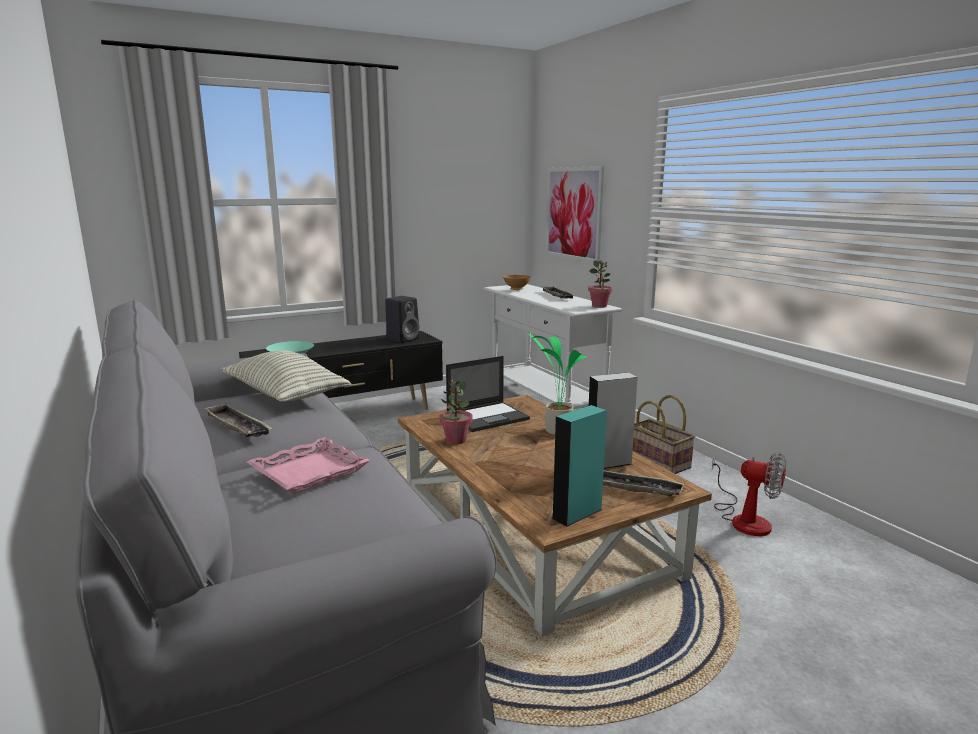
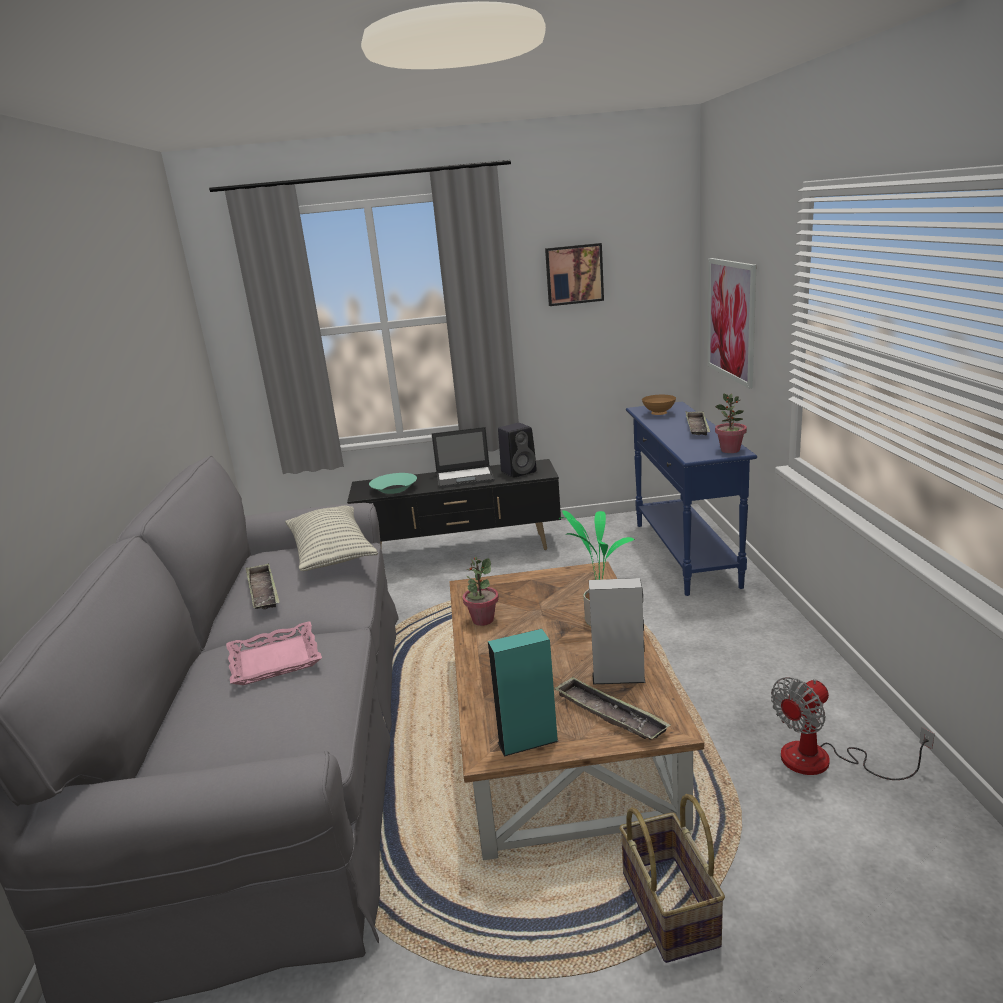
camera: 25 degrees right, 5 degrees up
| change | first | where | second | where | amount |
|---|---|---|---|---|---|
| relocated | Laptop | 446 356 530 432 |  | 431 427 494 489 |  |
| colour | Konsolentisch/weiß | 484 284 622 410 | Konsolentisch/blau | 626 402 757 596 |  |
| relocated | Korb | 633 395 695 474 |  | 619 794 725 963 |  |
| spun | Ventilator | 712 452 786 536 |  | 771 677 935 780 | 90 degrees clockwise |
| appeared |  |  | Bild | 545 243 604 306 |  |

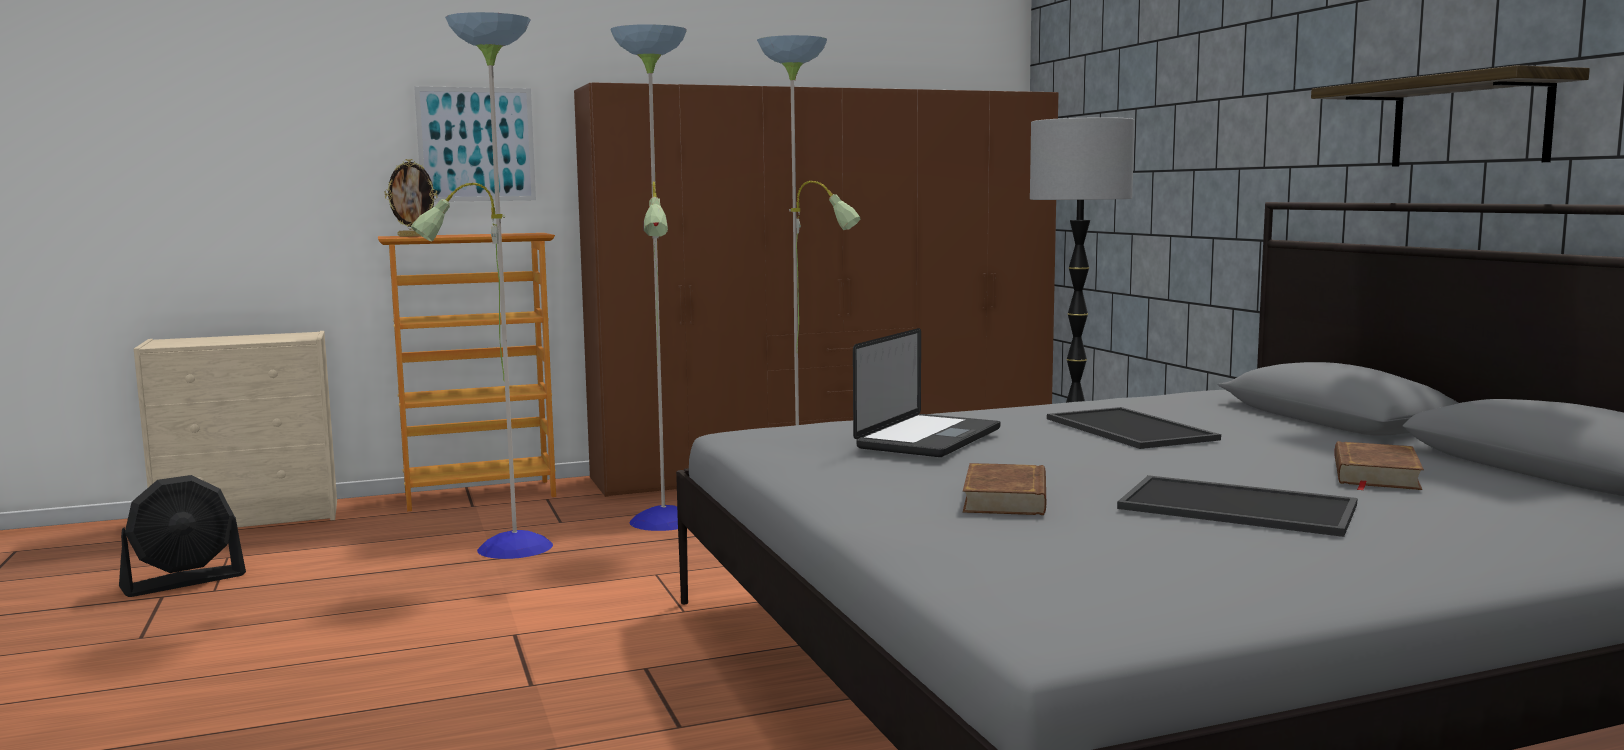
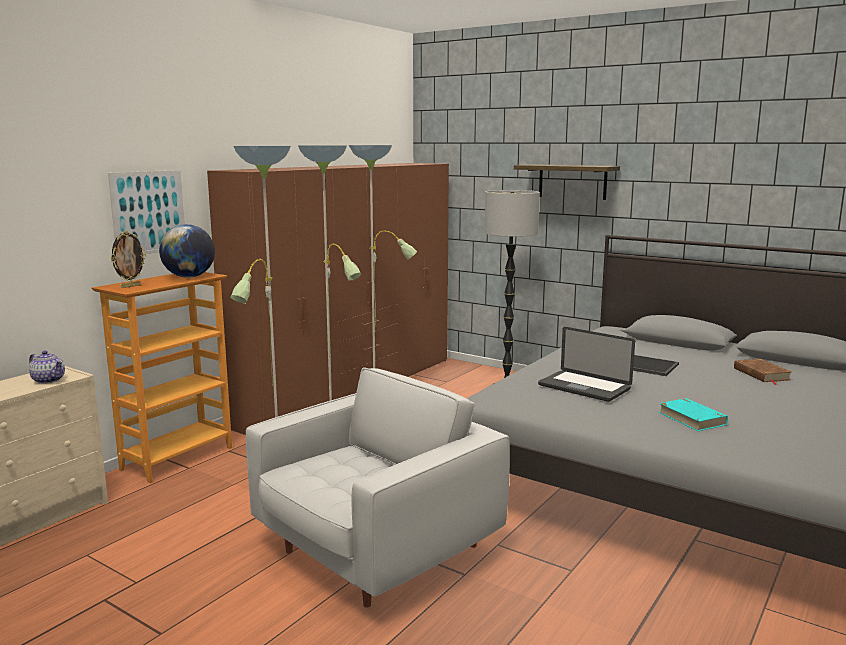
camera: 35 degrees left, 5 degrees up
| change | first | where | second | where | amount |
|---|---|---|---|---|---|
| missing | Ventilator/schwarz | 119 475 246 597 |  |  |  |
| spun | Laptop | 853 328 1000 457 |  | 538 327 635 402 | 135 degrees clockwise |
| colour | Buch/braun | 963 463 1046 515 | Buch/türkis | 658 398 728 431 |  |
| missing | Tablett | 1117 475 1357 537 |  |  |  |
| relocated | Wandregal | 1311 65 1590 167 |  | 514 164 620 200 |  |
| appeared |  |  | Teekanne | 29 351 65 384 |  |
| appeared |  |  | Globus | 159 224 215 278 |  |
| appeared |  |  | Sessel/weiß | 246 368 510 608 |  |

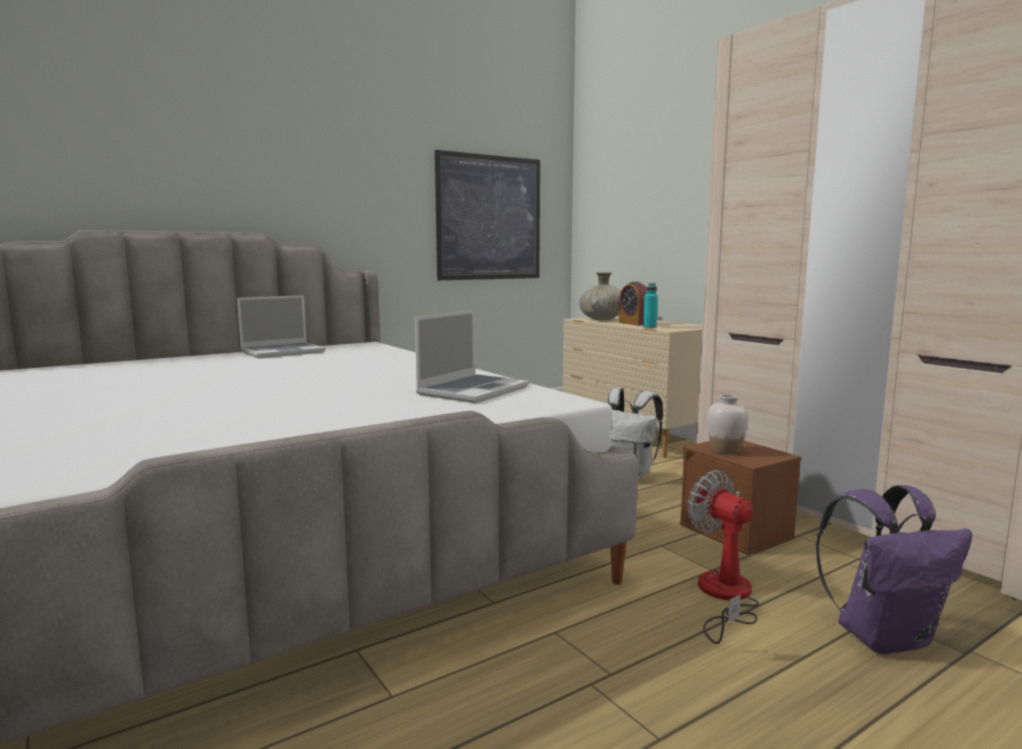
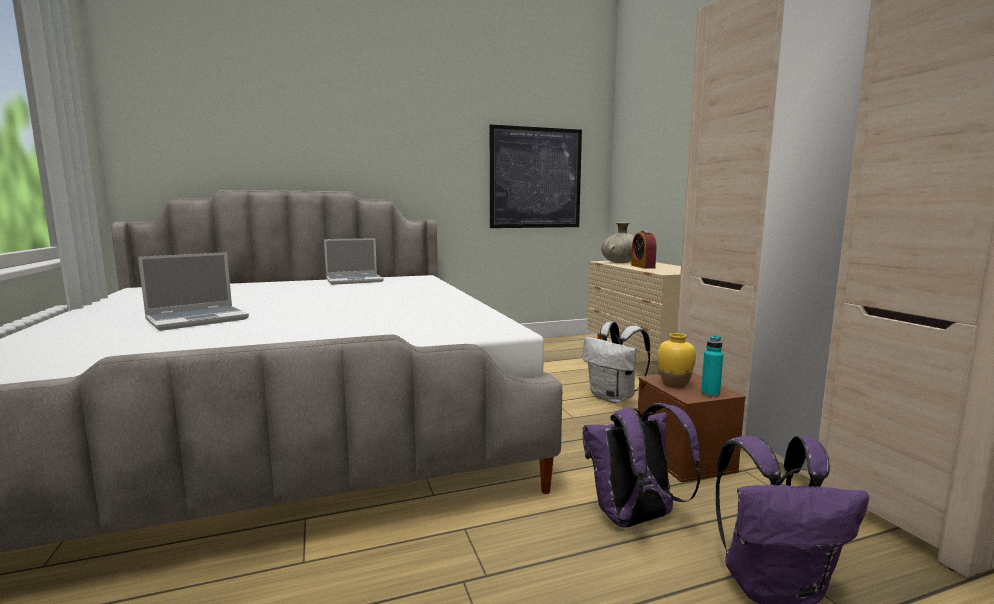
camera: 15 degrees right, 0 degrees up
| change | first | where | second | where | amount |
|---|---|---|---|---|---|
| relocated | Laptop | 415 310 529 403 |  | 138 252 249 331 |  |
| relocated | Flasche/türkis | 643 283 658 328 |  | 701 335 723 397 |  |
| exchanged | Ventilator | 688 470 759 644 | Rucksack/lila | 583 403 701 528 |  |
| colour | Vase/weiß | 707 394 748 454 | Vase/gelb | 658 333 696 388 |  |

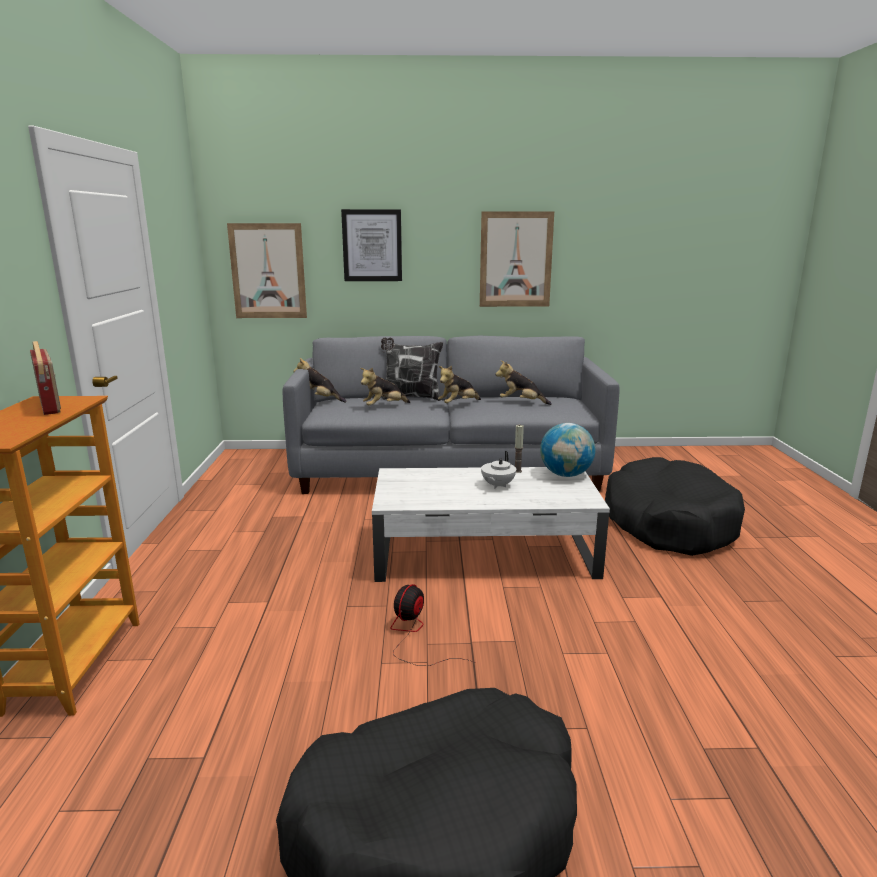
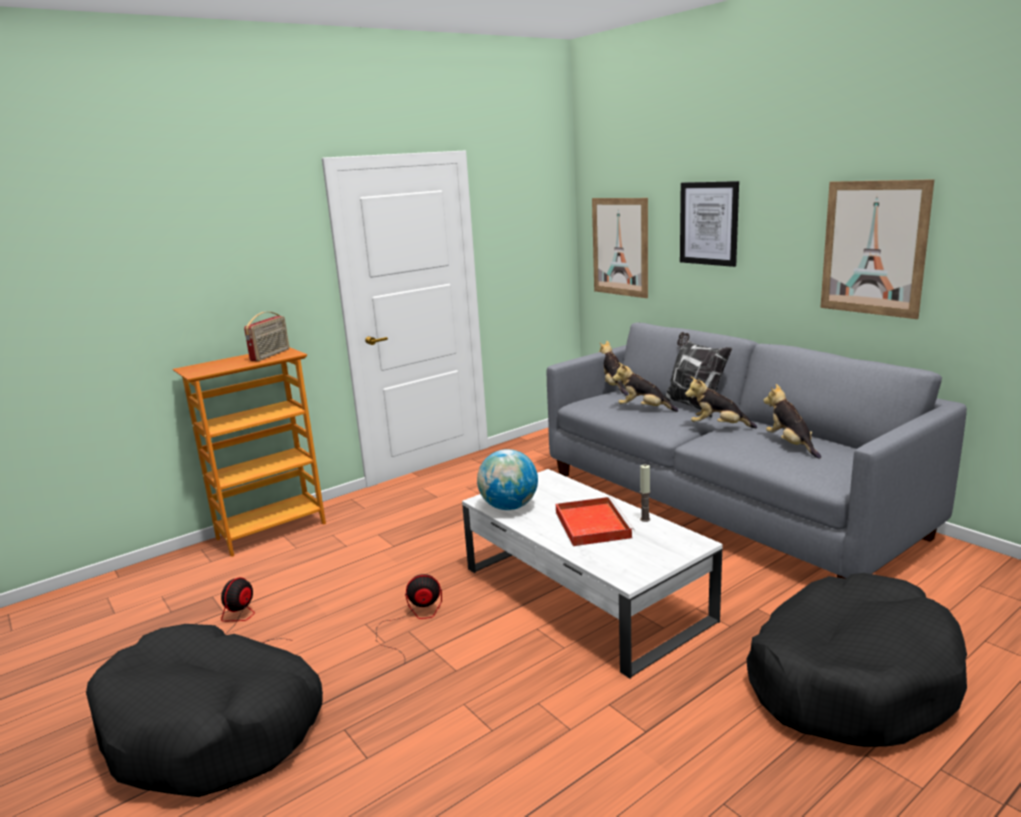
camera: 55 degrees right, 0 degrees up
| change | first | where | second | where | amount |
|---|---|---|---|---|---|
| exchanged | Teekanne/weiß | 481 451 516 489 | Tablett/rot | 556 497 635 546 |  |
| relocated | Globus | 540 423 595 477 |  | 477 449 538 510 |  |
| appeared |  |  | Ventilator | 221 577 293 643 |  |

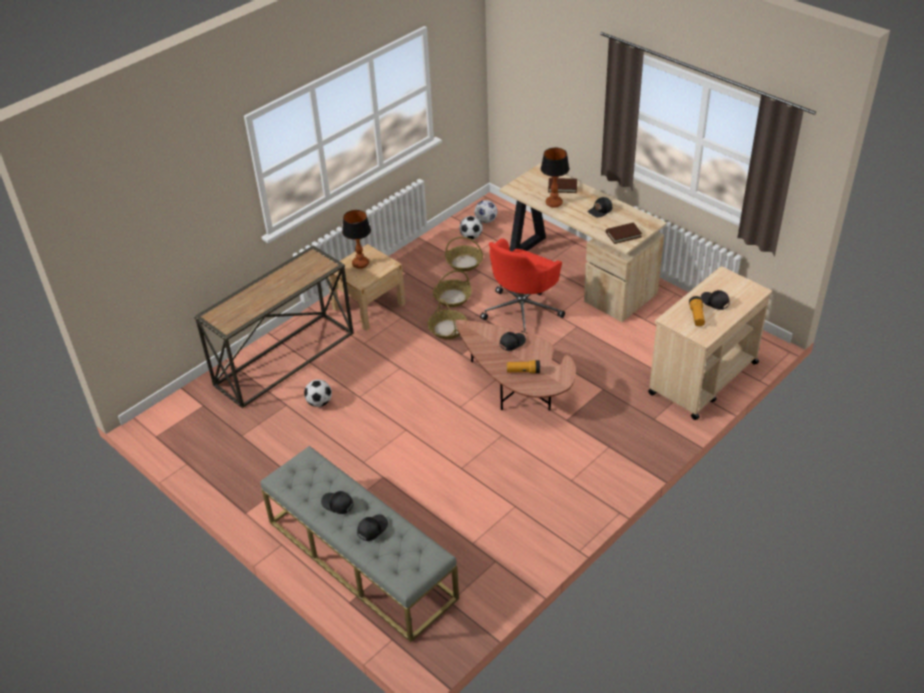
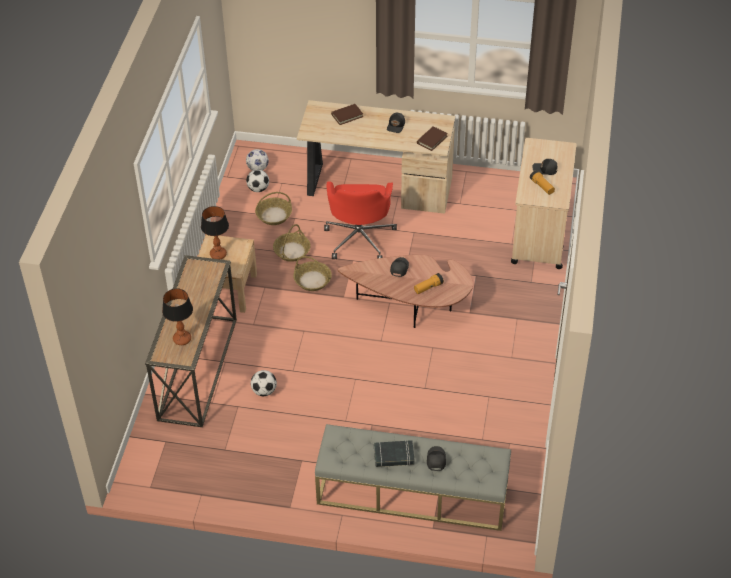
camera: 35 degrees left, 5 degrees up
| change | first | where | second | where | amount |
|---|---|---|---|---|---|
| exchanged | Kappe/schwarz | 321 491 353 514 | Buch/schwarz | 374 440 415 467 |  |
| relocated | Tischlampe | 541 148 569 208 |  | 162 288 193 345 |  |

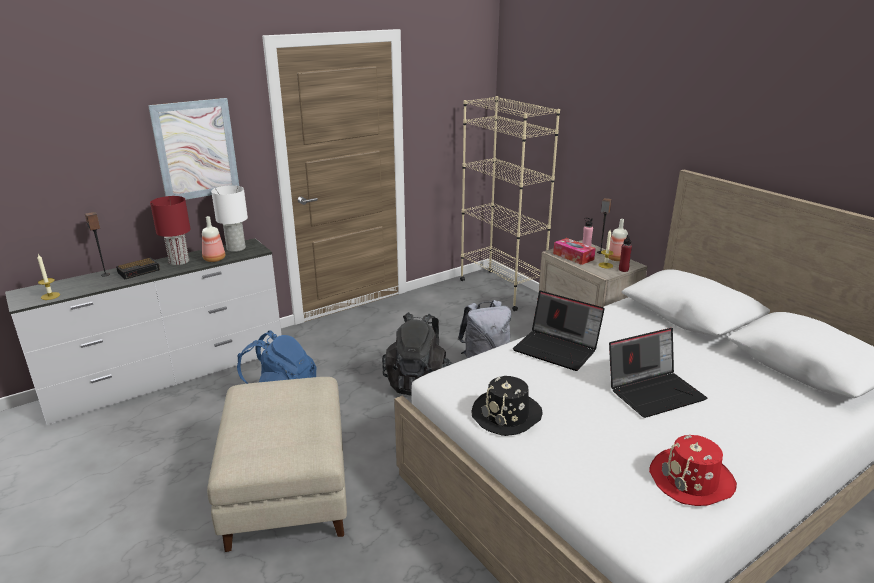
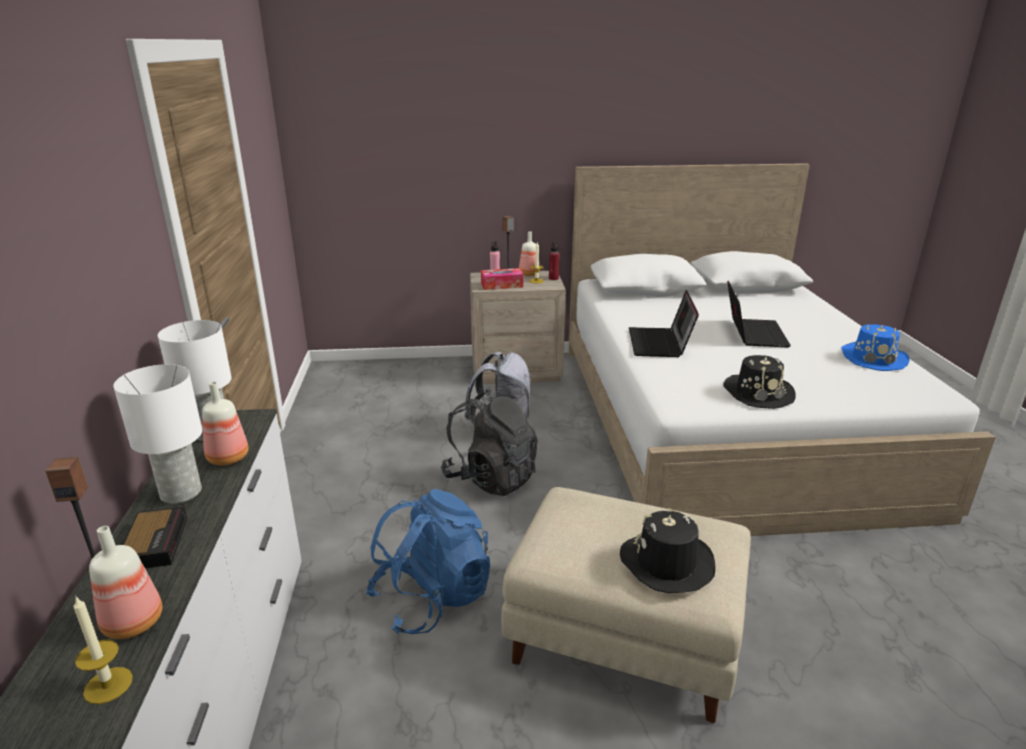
camera: 60 degrees left, 0 degrees up
| change | first | where | second | where | amount |
|---|---|---|---|---|---|
| missing | Bild | 148 98 239 200 |  |  |  |
| colour | Tischlampe/rot | 150 196 191 266 | Tischlampe/weiß | 113 364 202 504 |  |
| missing | Bücherregal/beige | 460 96 560 311 |  |  |  |
| spun | Laptop | 513 291 605 371 |  | 629 290 699 357 | 120 degrees clockwise |
| colour | Hut/rot | 649 435 737 506 | Hut/blau | 841 324 909 371 |  |
| appeared |  |  | Flasche | 89 526 162 639 |  |
| appeared |  |  | Hut/schwarz | 620 508 715 593 |  |

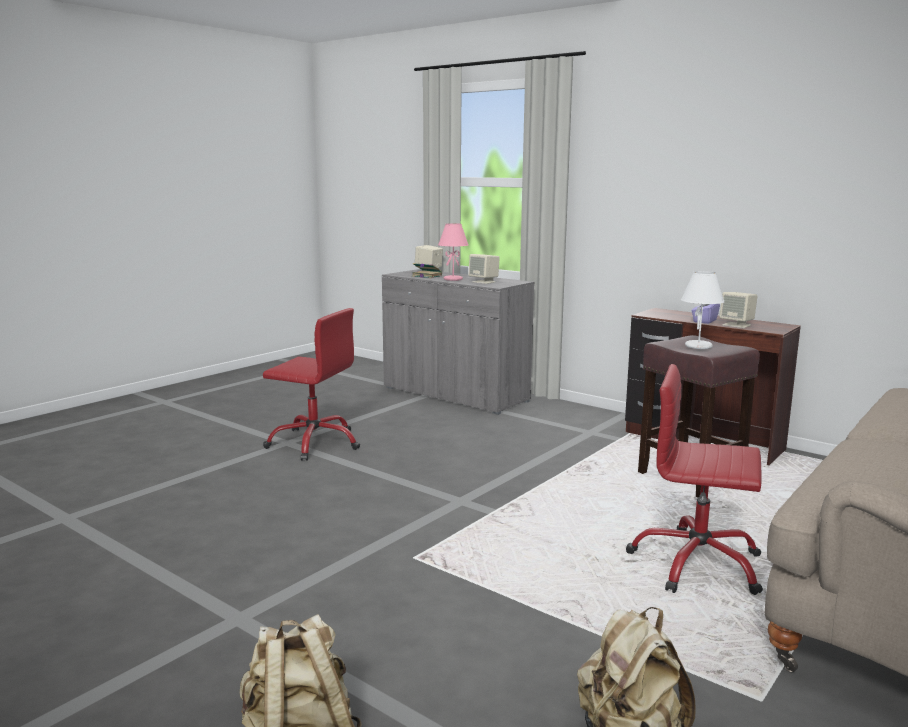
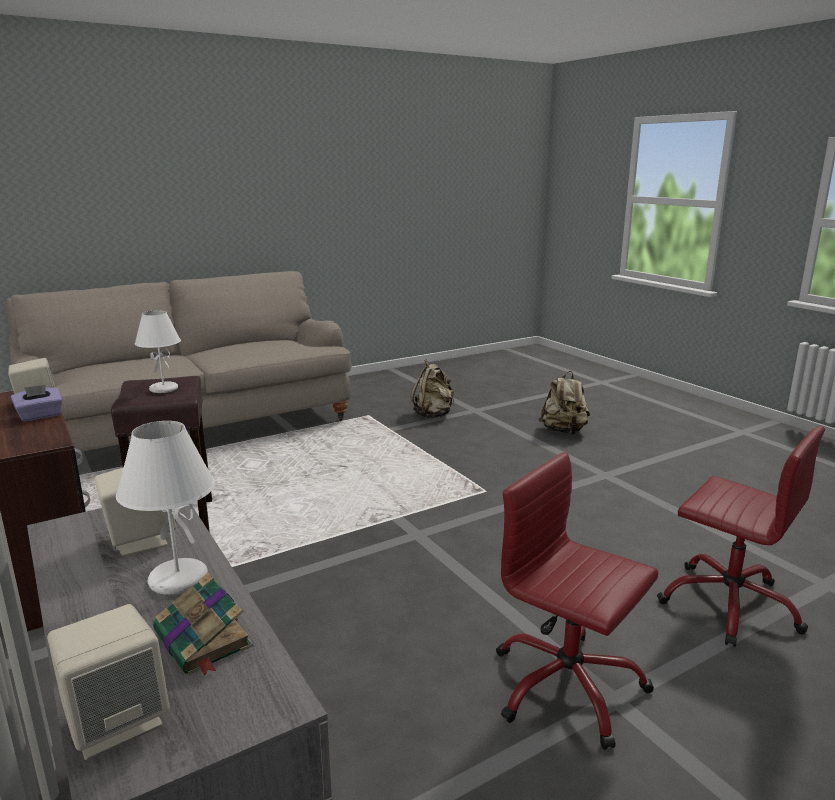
camera: 160 degrees left, 5 degrees up
| change | first | where | second | where | amount |
|---|---|---|---|---|---|
| colour | Tischlampe/rosa | 438 223 469 281 | Tischlampe/weiß | 116 421 215 595 |  |
| relocated | Bürostuhl/rot | 626 364 763 595 |  | 657 426 825 647 |  |

